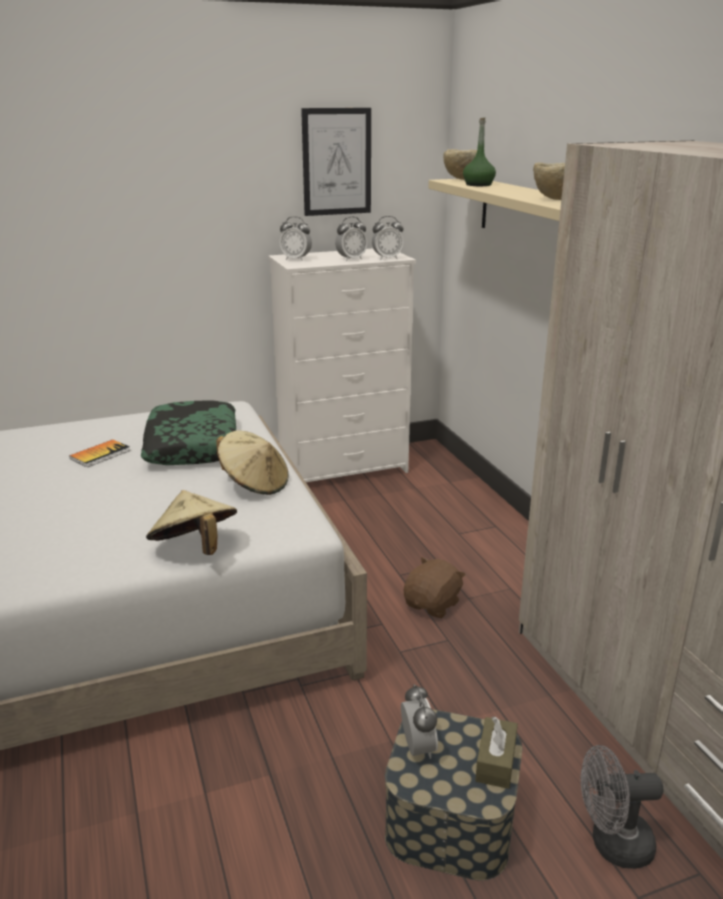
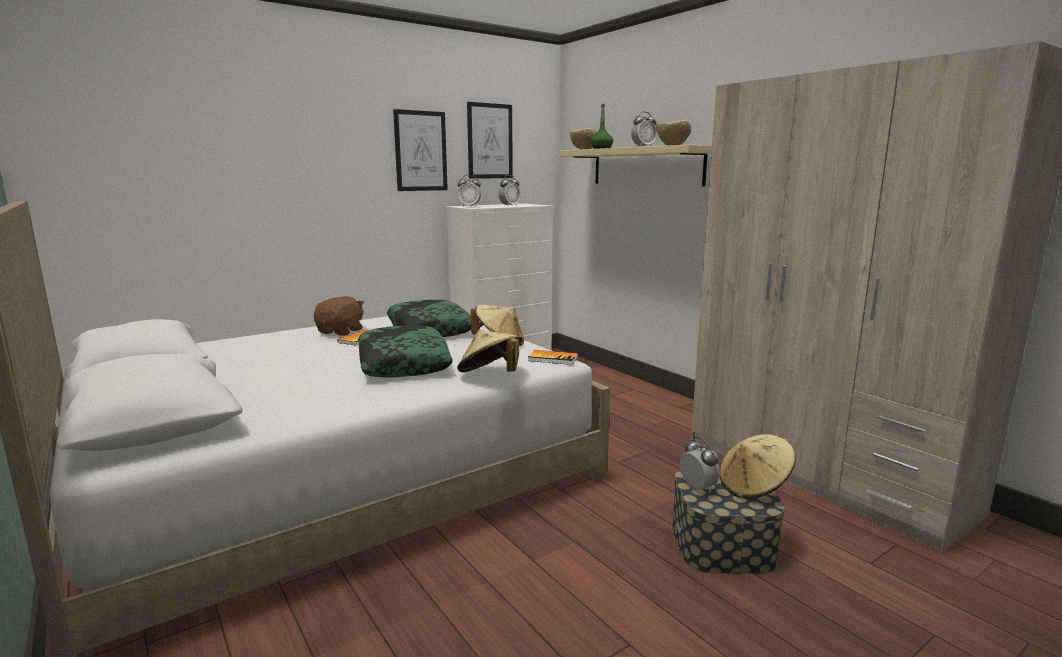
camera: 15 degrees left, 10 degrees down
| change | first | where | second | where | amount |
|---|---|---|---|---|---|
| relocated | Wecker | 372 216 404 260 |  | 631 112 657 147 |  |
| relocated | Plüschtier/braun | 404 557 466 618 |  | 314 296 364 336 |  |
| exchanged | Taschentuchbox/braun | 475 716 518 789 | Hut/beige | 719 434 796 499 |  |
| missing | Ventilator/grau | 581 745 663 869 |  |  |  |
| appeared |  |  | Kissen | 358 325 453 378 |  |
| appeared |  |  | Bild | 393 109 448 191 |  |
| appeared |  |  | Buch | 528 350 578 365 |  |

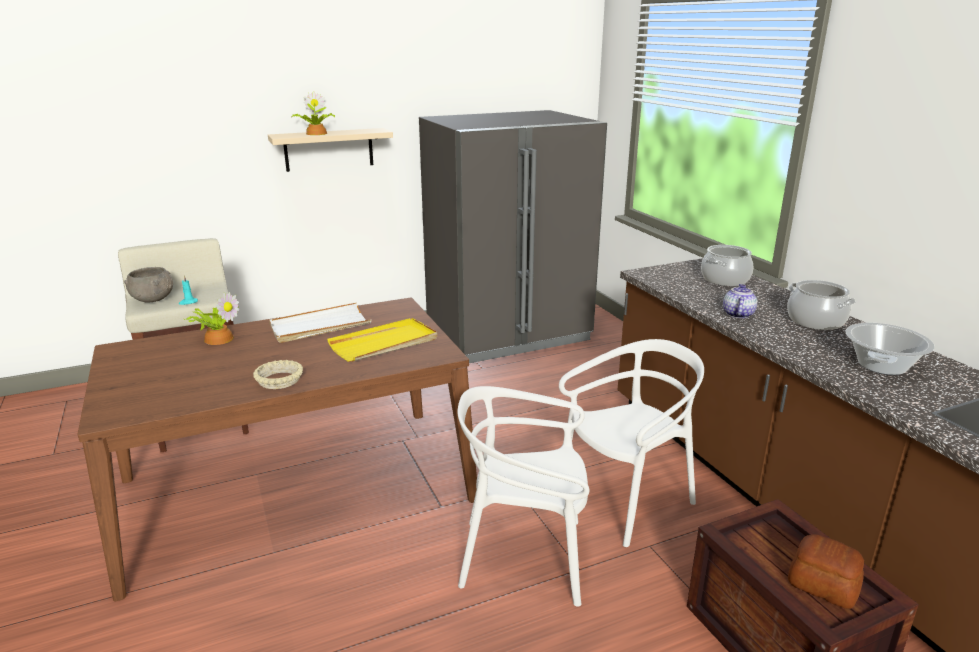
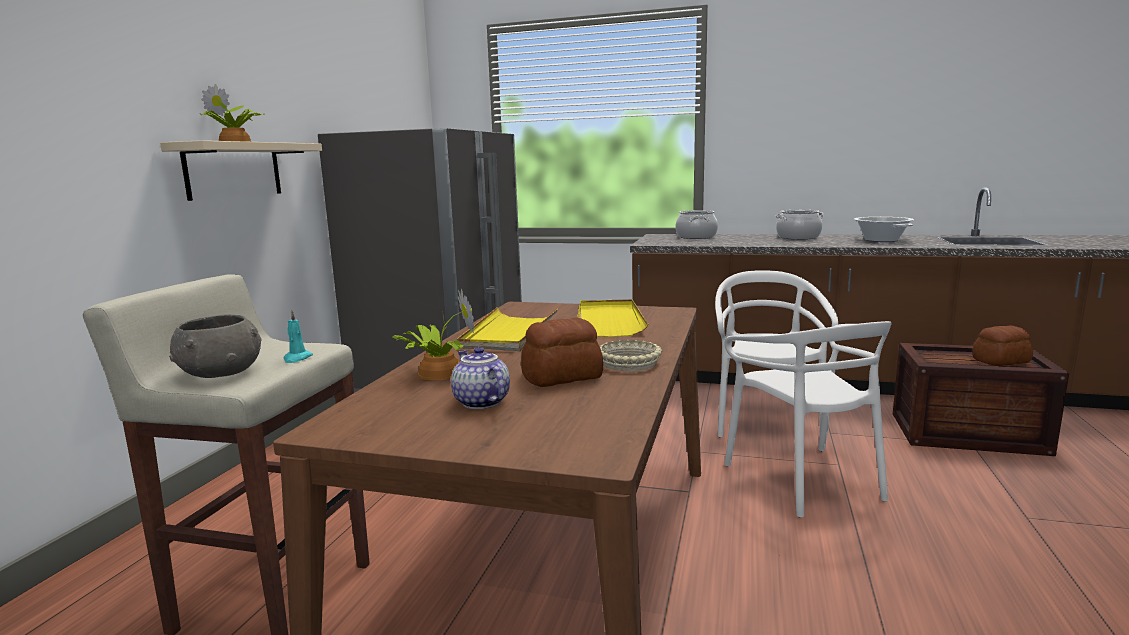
camera: 50 degrees left, 10 degrees down
| change | first | where | second | where | amount |
|---|---|---|---|---|---|
| colour | Tablett/weiß | 269 303 371 343 | Tablett/gelb | 457 307 558 351 |  |
| spun | Stuhl/weiß | 457 386 589 607 |  | 724 321 892 518 | 60 degrees counterclockwise |
| relocated | Teekanne | 723 284 757 319 |  | 451 347 510 409 |  |
| appeared |  |  | Brot | 521 317 603 387 |  |

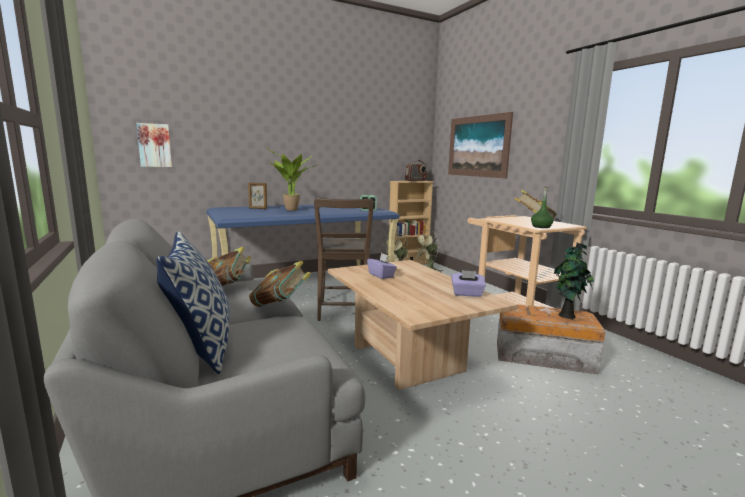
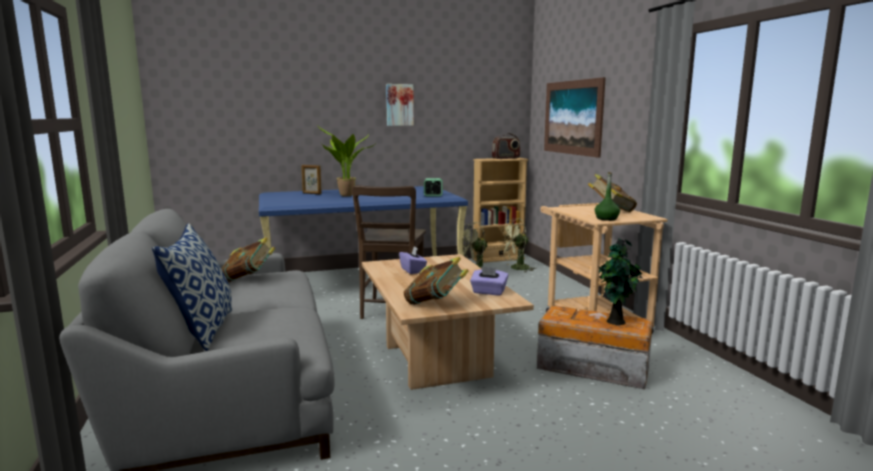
camera: 10 degrees right, 0 degrees up
| change | first | where | second | where | amount |
|---|---|---|---|---|---|
| relocated | Bild | 137 123 172 167 |  | 386 84 414 126 |  |
| relocated | Buch | 249 261 311 307 |  | 404 257 469 305 |  |

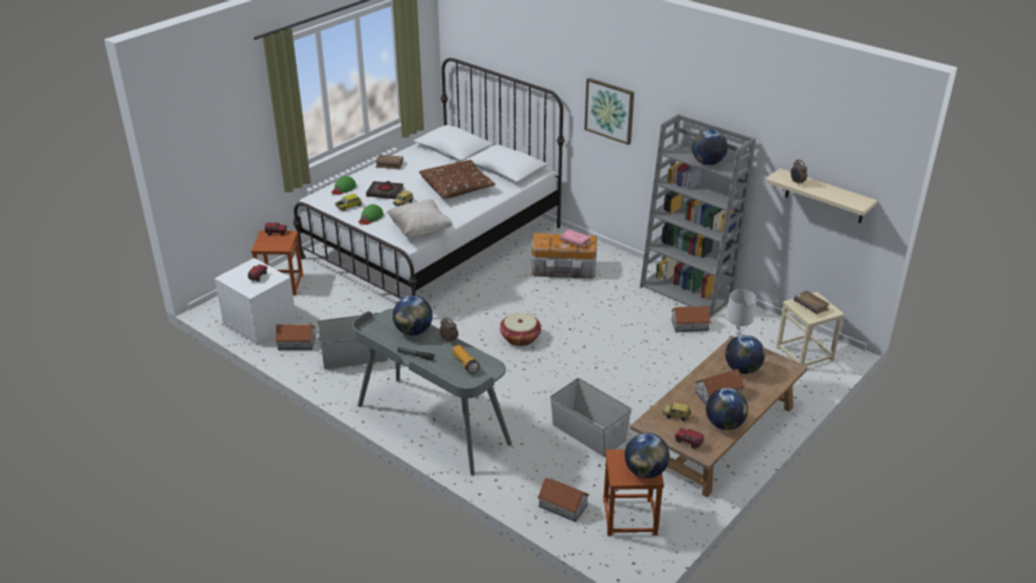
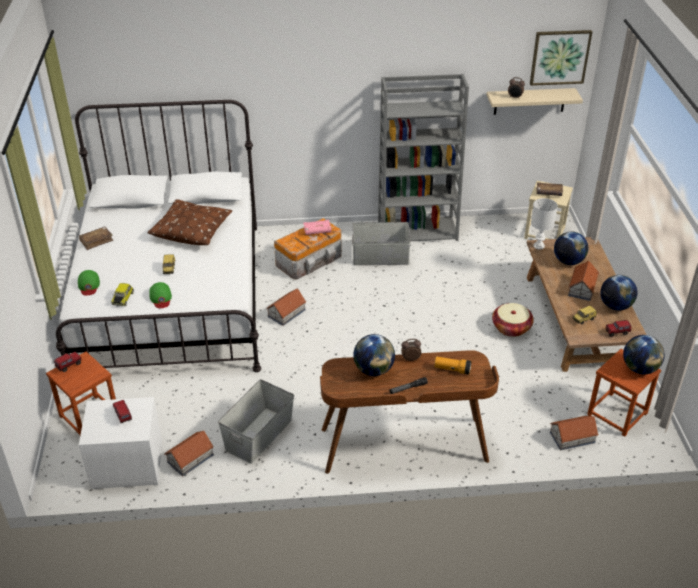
camera: 45 degrees left, 5 degrees up
| change | first | where | second | where | amount |
|---|---|---|---|---|---|
| colour | Schreibtisch/grau | 352 308 512 476 | Schreibtisch/braun | 320 350 499 474 |  |
| missing | Buch/schwarz | 366 181 404 199 |  |  |  |
| missing | Kissen/beige | 387 199 452 238 |  |  |  |
| relocated | Korb | 500 313 541 346 |  | 492 303 534 337 |  |
| relocated | Aufbewahrungsbox/grau | 550 378 632 457 |  | 352 222 411 265 |  |
| relocated | Bild | 584 78 634 145 |  | 530 30 592 86 |  |
| relocated | Spielzeughaus | 671 306 711 332 |  | 266 288 306 326 |  |
| missing | Globus | 692 129 728 165 |  |  |  |

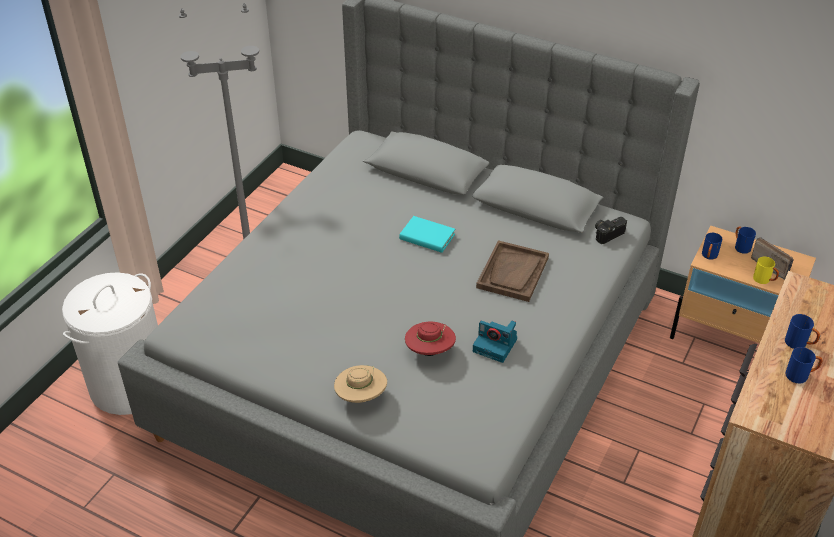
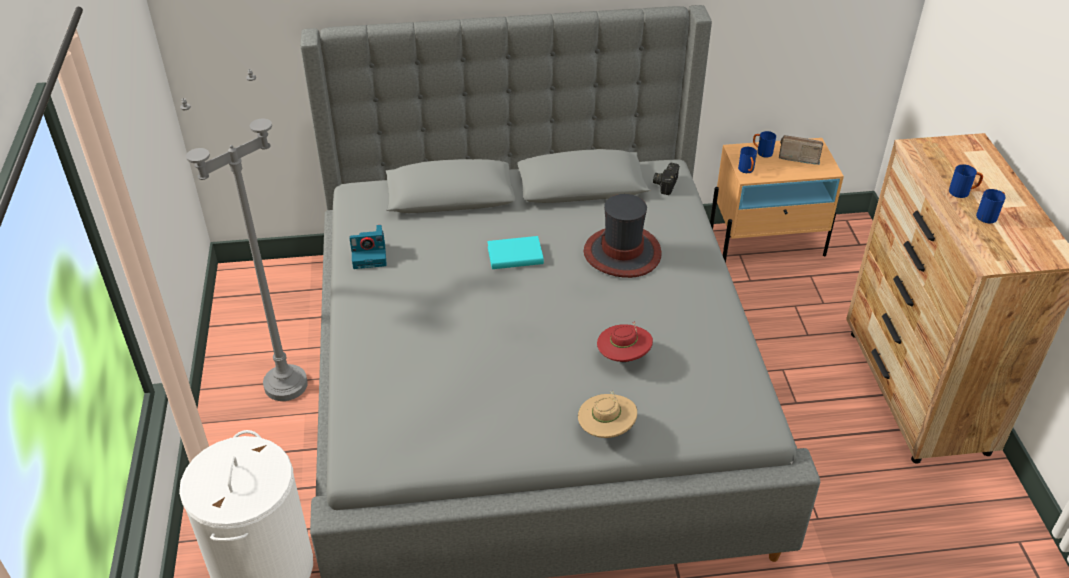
camera: 35 degrees left, 0 degrees up
| change | first | where | second | where | amount |
|---|---|---|---|---|---|
| relocated | Kamera | 473 321 517 363 |  | 350 225 387 269 |  |
| exchanged | Tablett/braun | 476 240 549 302 | Hut | 584 194 662 278 |  |
| missing | Henkelbecher/gelb | 753 257 779 284 |  |  |  |

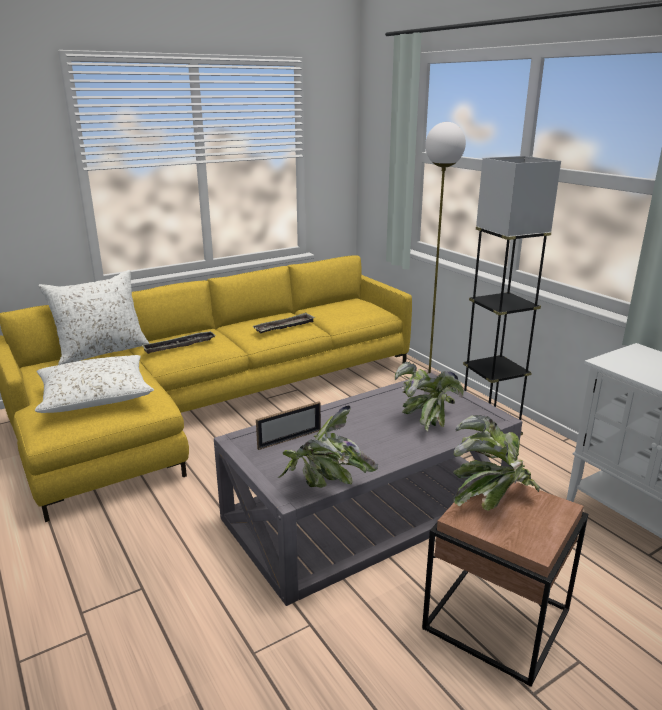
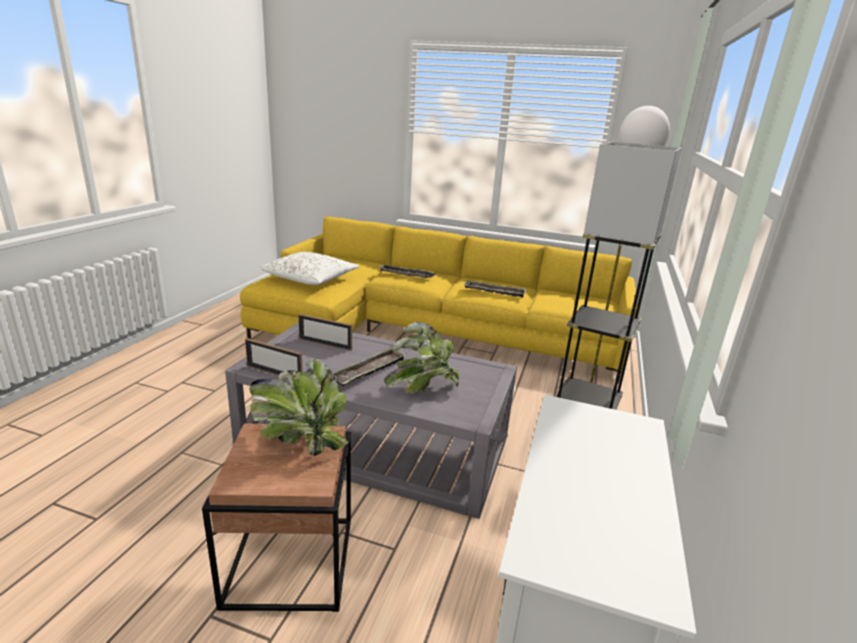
camera: 50 degrees right, 0 degrees up
| change | first | where | second | where | amount |
|---|---|---|---|---|---|
| missing | Kissen/weiß | 38 270 149 365 |  |  |  |
| exchanged | Topfpflanze | 278 405 378 488 | Bilderrahmen | 245 338 303 376 |  |
| appeared |  |  | Tablett | 332 346 406 386 |  |

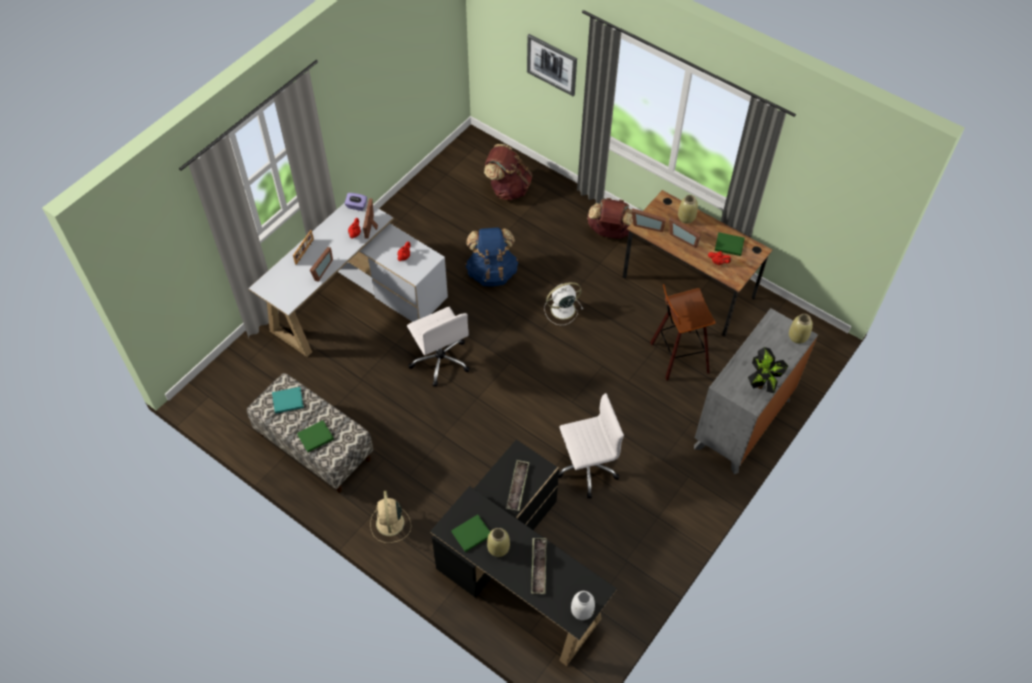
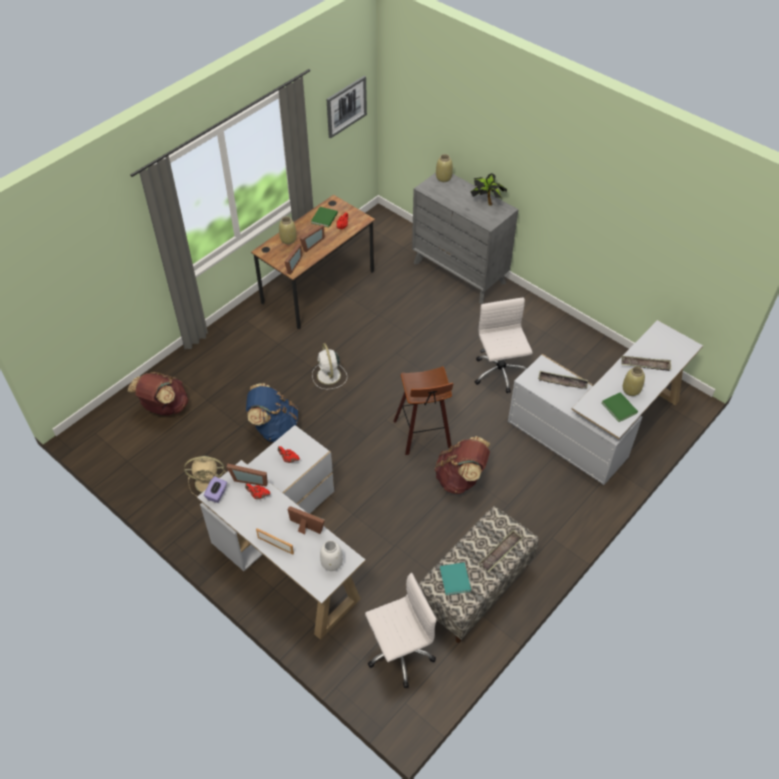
camera: 85 degrees left, 5 degrees down
| change | first | where | second | where | amount |
|---|---|---|---|---|---|
| exchanged | Buch/grün | 297 420 334 452 | Tablett | 479 530 523 573 |  |
| relocated | Ventilator/beige | 370 490 411 543 |  | 184 456 226 496 |  |
| relocated | Bürostuhl/weiß | 407 307 470 387 |  | 365 572 437 688 |  |
| colour | Schreibtisch/schwarz | 430 440 617 666 | Schreibtisch/weiß | 508 320 703 485 |  |
| relocated | Bild | 527 34 577 96 |  | 327 76 367 139 |  |
| relocated | Vase/weiß | 571 591 595 620 |  | 320 540 343 571 |  |
| relocated | Rucksack/braun | 587 198 633 239 |  | 435 436 490 494 |  |
| relocated | Hocker | 650 284 716 381 |  | 393 367 453 455 |  |

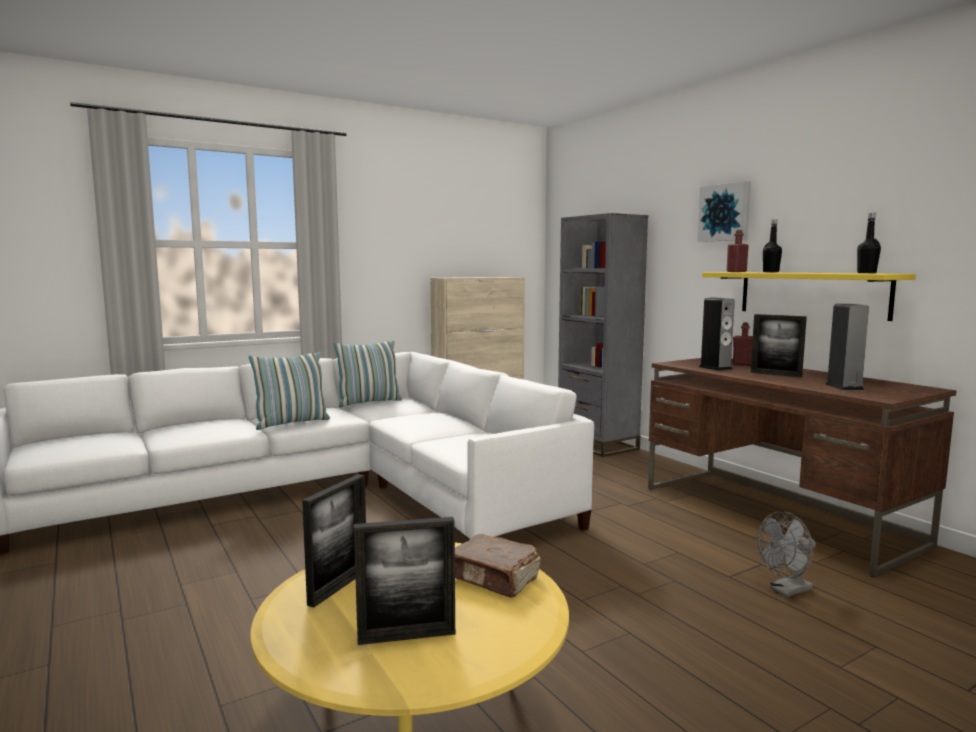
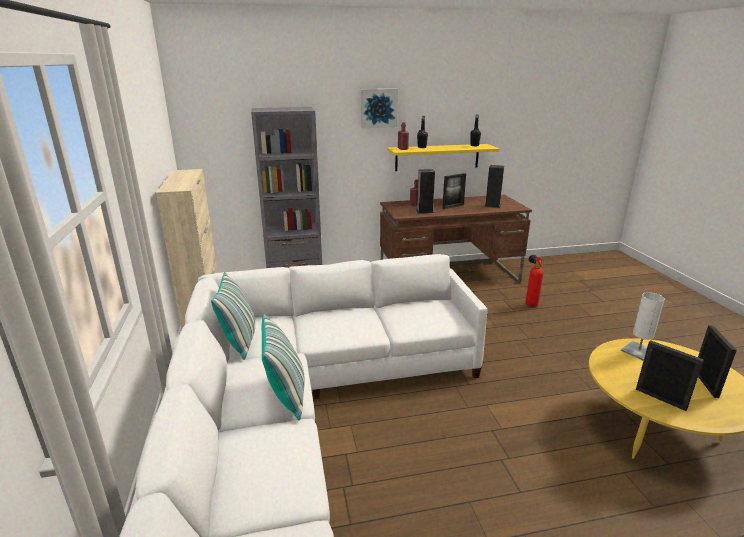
camera: 70 degrees left, 15 degrees up
| change | first | where | second | where | amount |
|---|---|---|---|---|---|
| exchanged | Buch/braun | 455 534 540 598 | Tischlampe/weiß | 621 292 665 361 |  |
| exchanged | Ventilator/grau | 757 511 816 597 | Feuerlöscher | 526 255 543 307 |  |

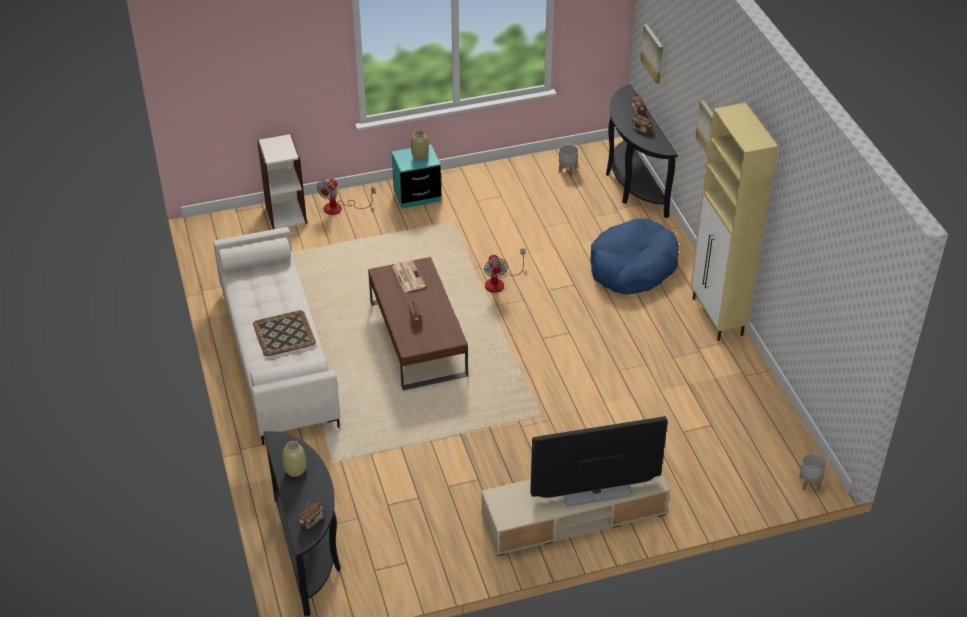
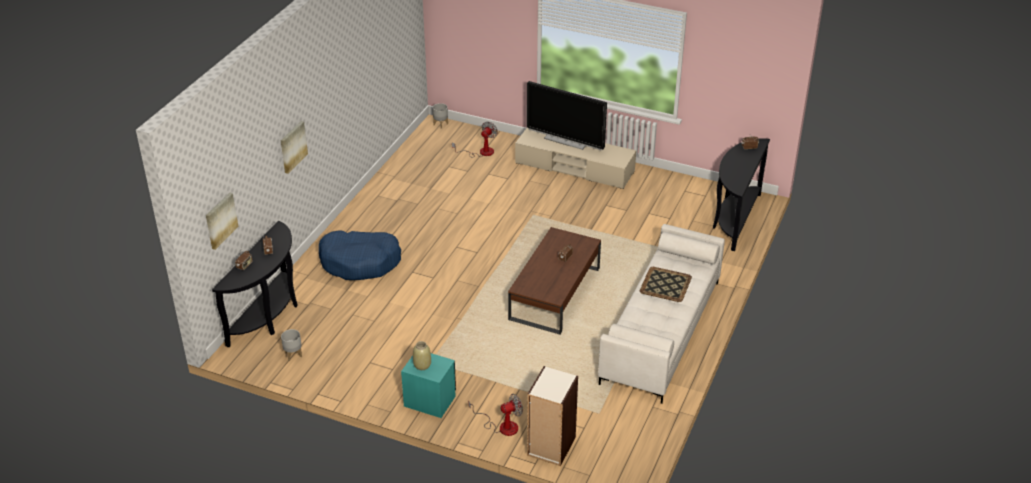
camera: 140 degrees left, 5 degrees down
| change | first | where | second | where | amount |
|---|---|---|---|---|---|
| missing | Vase/beige | 282 441 307 477 |  |  |  |
| missing | Zeitung | 392 260 426 292 |  |  |  |
| relocated | Ventilator | 484 249 525 293 |  | 452 122 498 157 |  |
| missing | Schrank/beige | 691 103 778 341 |  |  |  |

